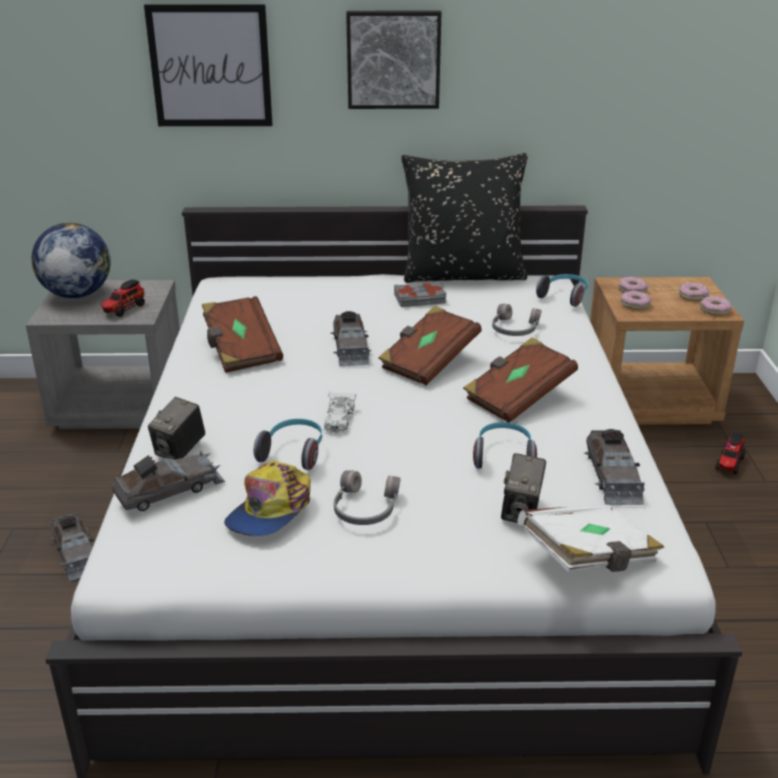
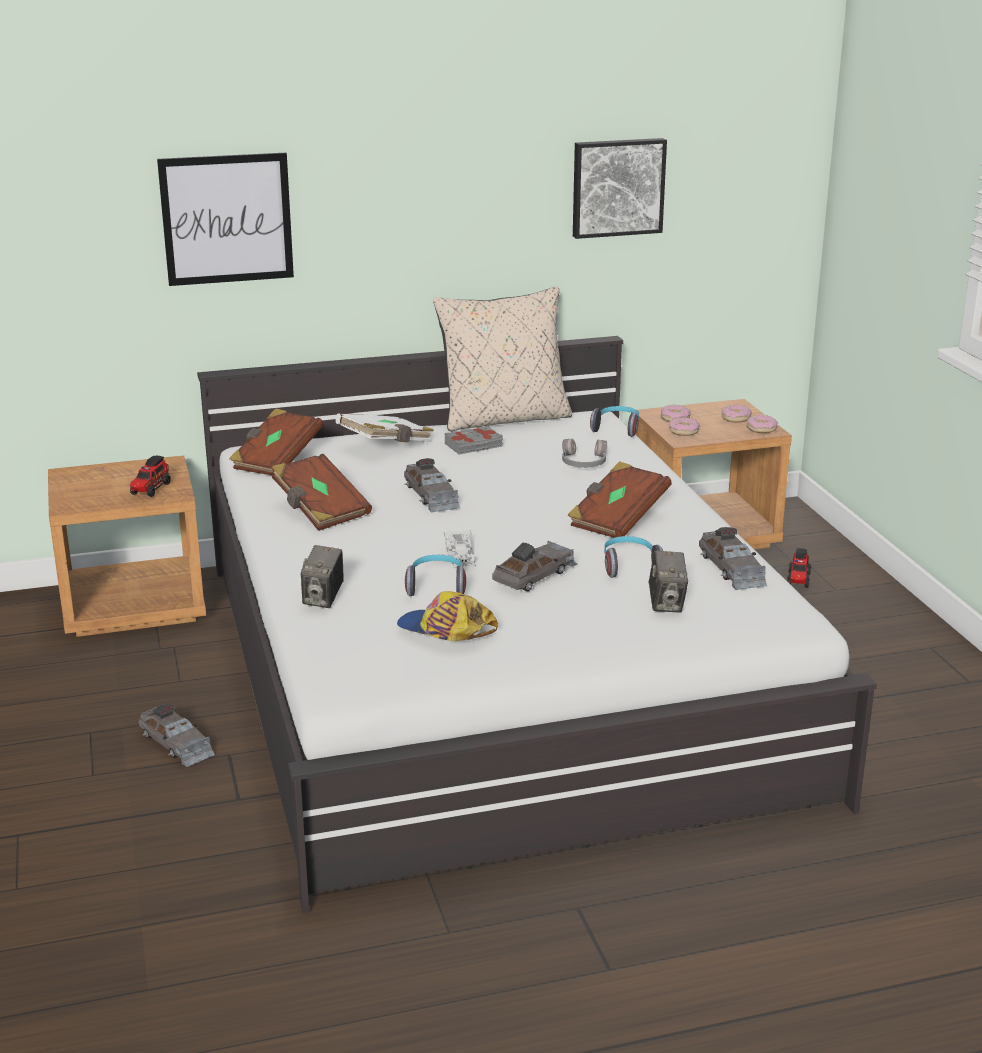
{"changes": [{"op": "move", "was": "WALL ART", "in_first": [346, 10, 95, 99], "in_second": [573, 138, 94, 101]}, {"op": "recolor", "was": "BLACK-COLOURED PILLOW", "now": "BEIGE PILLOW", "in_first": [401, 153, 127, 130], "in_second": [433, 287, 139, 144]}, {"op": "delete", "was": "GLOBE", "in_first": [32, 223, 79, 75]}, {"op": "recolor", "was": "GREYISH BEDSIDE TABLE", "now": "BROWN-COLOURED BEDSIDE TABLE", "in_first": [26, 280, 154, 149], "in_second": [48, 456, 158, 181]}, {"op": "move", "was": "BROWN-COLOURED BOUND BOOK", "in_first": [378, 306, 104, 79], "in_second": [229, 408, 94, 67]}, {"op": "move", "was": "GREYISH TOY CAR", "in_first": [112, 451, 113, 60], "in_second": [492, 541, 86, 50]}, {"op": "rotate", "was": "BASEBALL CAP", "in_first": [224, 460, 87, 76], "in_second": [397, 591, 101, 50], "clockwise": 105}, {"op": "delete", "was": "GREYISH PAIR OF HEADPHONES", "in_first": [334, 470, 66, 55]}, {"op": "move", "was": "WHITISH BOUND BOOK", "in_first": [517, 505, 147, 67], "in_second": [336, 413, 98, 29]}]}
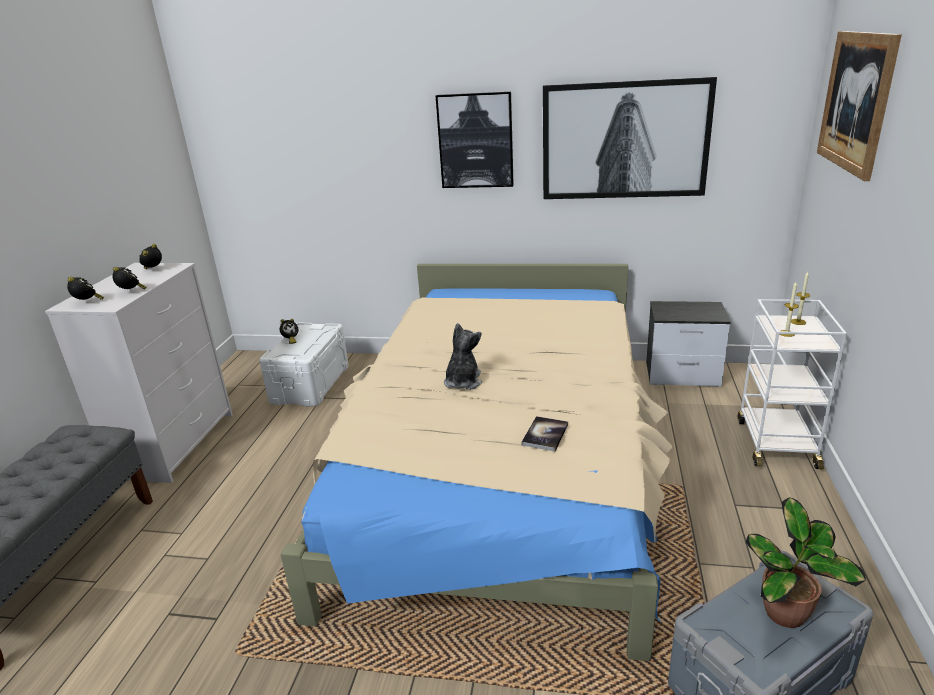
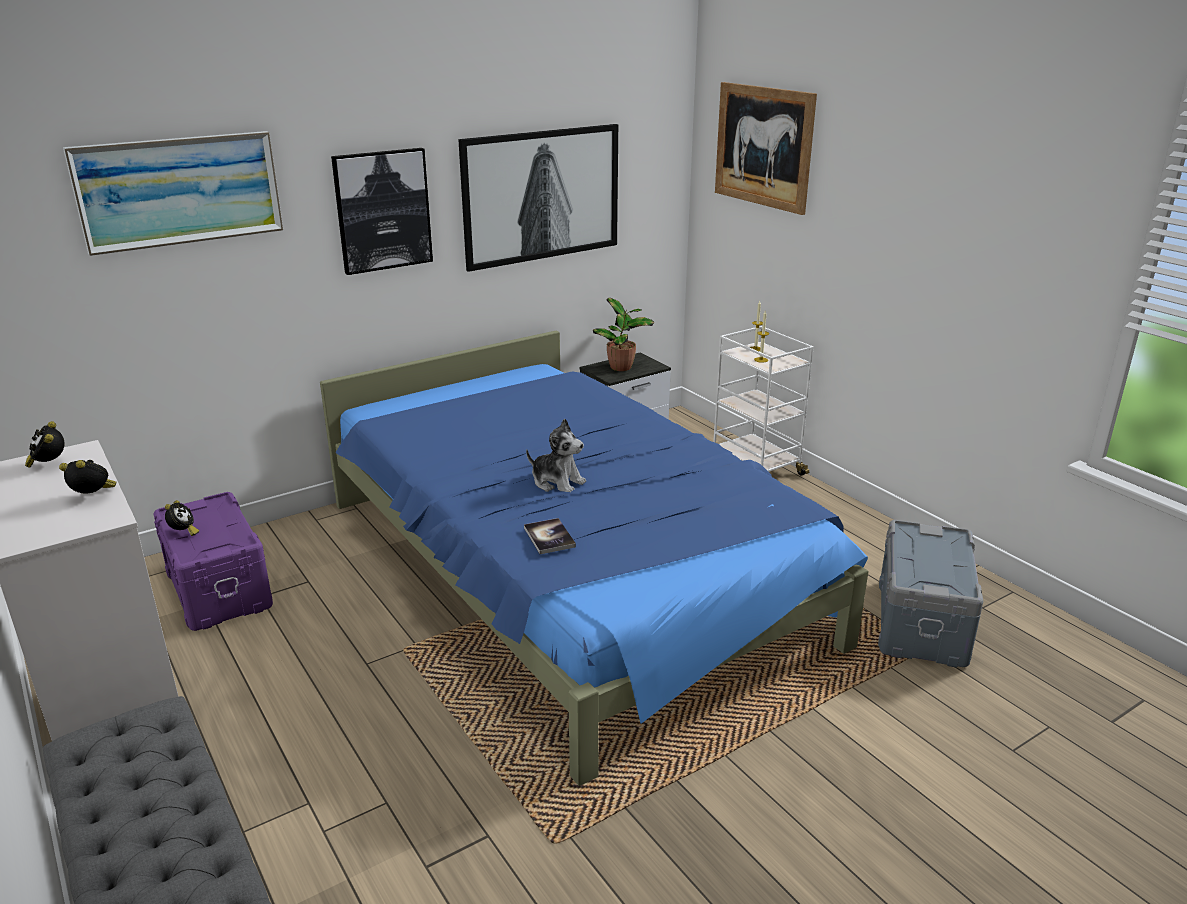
{"changes": [{"op": "recolor", "was": "BEIGE SLEEPING BED", "now": "BLUE SLEEPING BED", "in_first": [280, 264, 393, 397], "in_second": [320, 331, 548, 455]}, {"op": "delete", "was": "ALARM CLOCK", "in_first": [67, 277, 37, 23]}, {"op": "recolor", "was": "WHITISH STORAGE BIN", "now": "PURPLISH STORAGE BIN", "in_first": [259, 323, 90, 84], "in_second": [153, 492, 120, 139]}, {"op": "rotate", "was": "PLUSH TOY", "in_first": [444, 323, 38, 67], "in_second": [526, 419, 60, 73], "clockwise": 150}, {"op": "move", "was": "BOUND BOOK", "in_first": [522, 416, 46, 36], "in_second": [524, 518, 52, 36]}, {"op": "move", "was": "HOUSEPLANT", "in_first": [746, 497, 120, 131], "in_second": [593, 298, 61, 73]}, {"op": "insert", "now": "WALL ART", "in_second": [63, 131, 220, 125]}]}
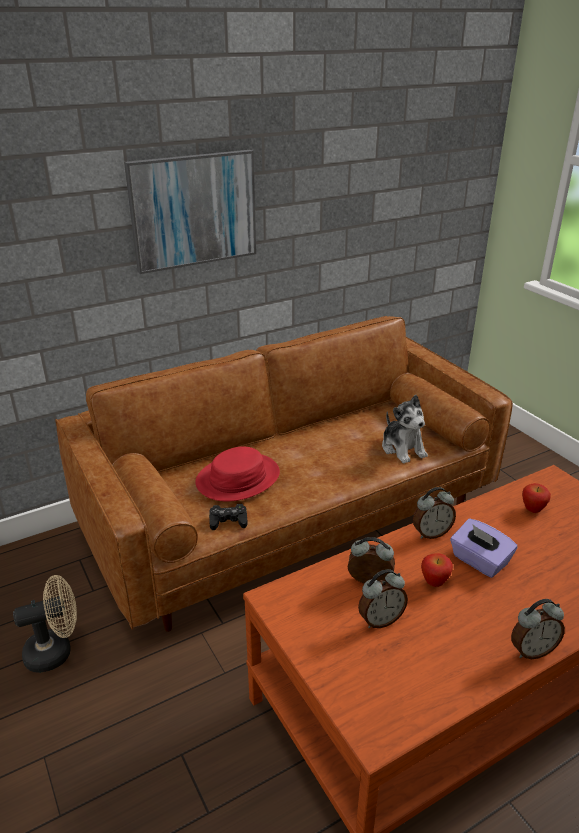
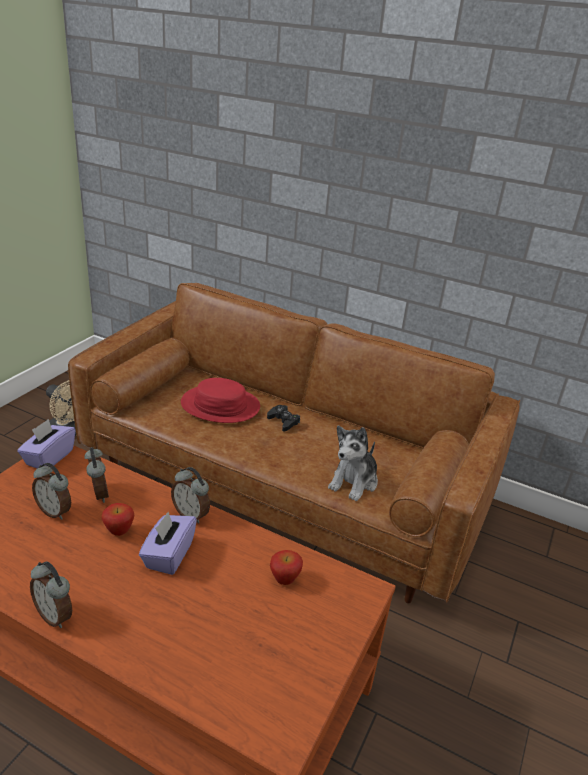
{"changes": [{"op": "delete", "was": "WALL ART", "in_first": [124, 150, 132, 124]}, {"op": "move", "was": "BLACK-COLOURED JOYPAD", "in_first": [209, 504, 39, 26], "in_second": [267, 405, 33, 27]}, {"op": "insert", "now": "PURPLISH TISSUE HOLDER", "in_second": [17, 419, 58, 50]}]}
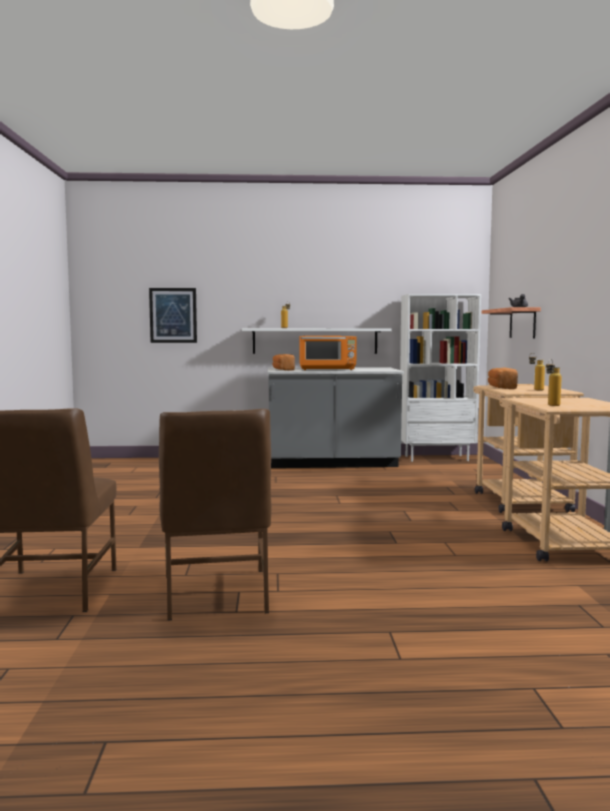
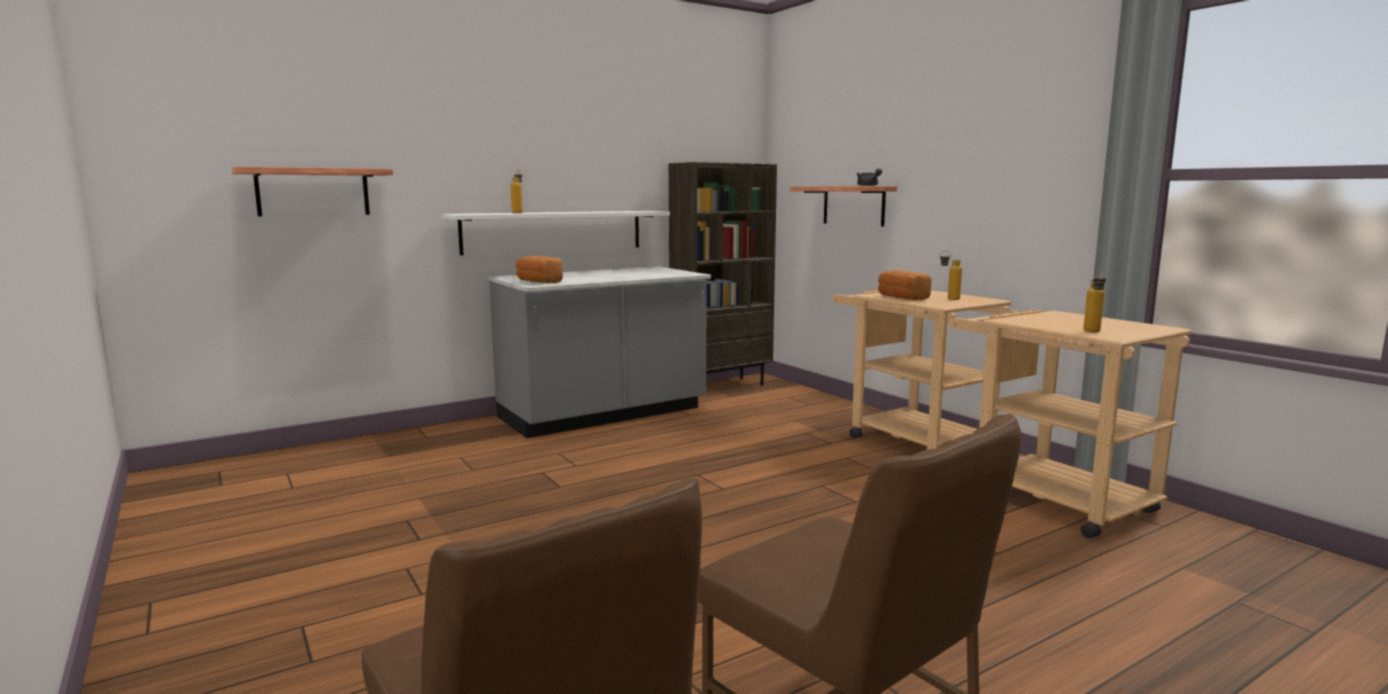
{"changes": [{"op": "replace", "was": "WALL ART", "now": "SHELF", "in_first": [149, 288, 48, 55], "in_second": [232, 167, 161, 50]}, {"op": "recolor", "was": "WHITISH BOOKCASE", "now": "BROWN-COLOURED BOOKCASE", "in_first": [400, 294, 81, 168], "in_second": [669, 162, 108, 234]}, {"op": "delete", "was": "ORANGE MICROWAVE OVEN", "in_first": [299, 336, 58, 34]}]}
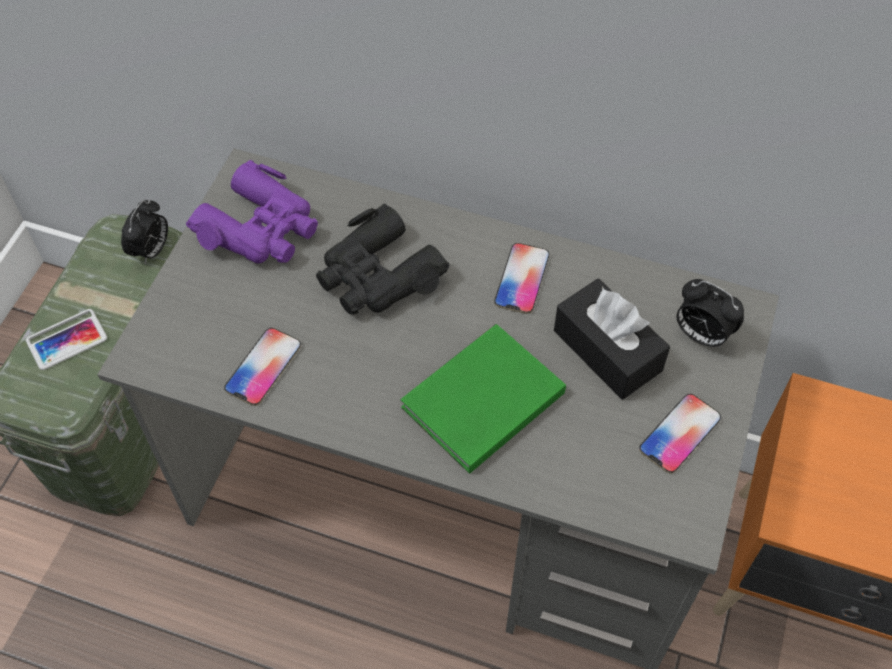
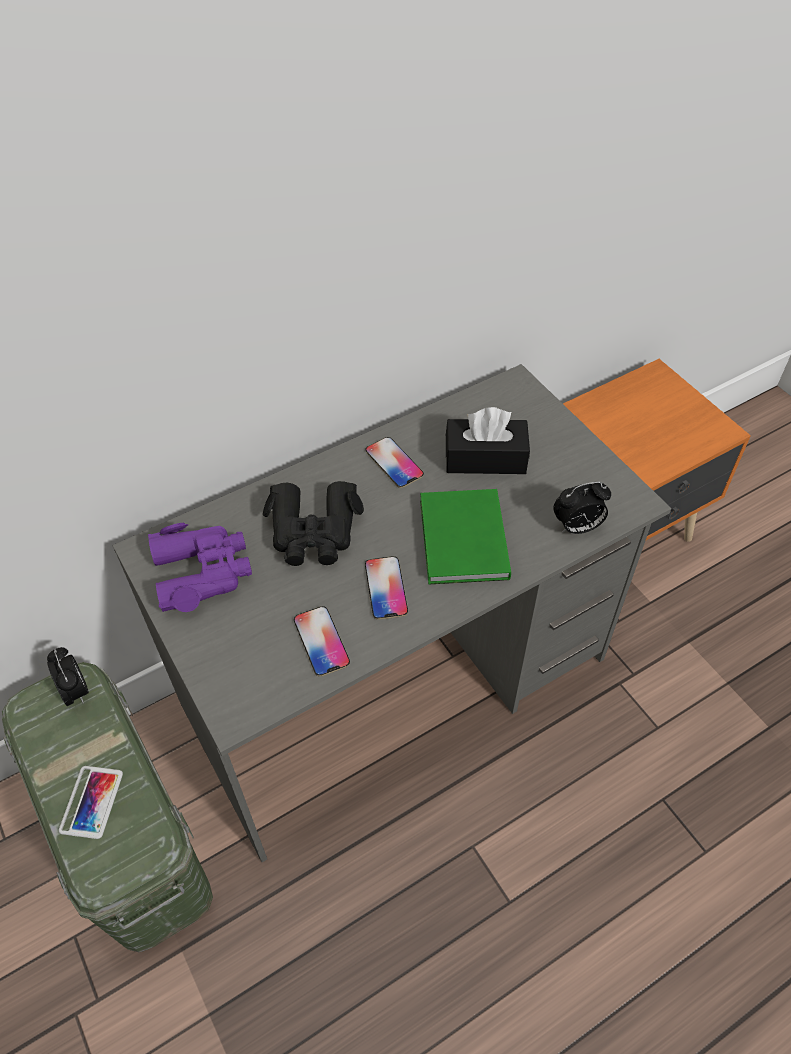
{"changes": [{"op": "move", "was": "ALARM CLOCK", "in_first": [676, 279, 68, 69], "in_second": [553, 482, 58, 52]}, {"op": "move", "was": "PHONE", "in_first": [639, 394, 82, 80], "in_second": [365, 556, 43, 64]}]}
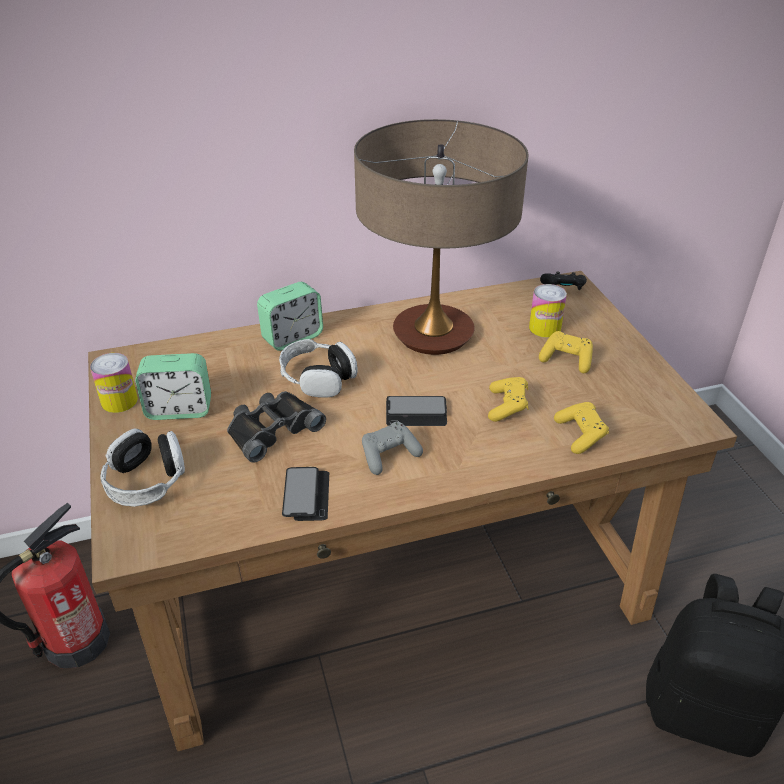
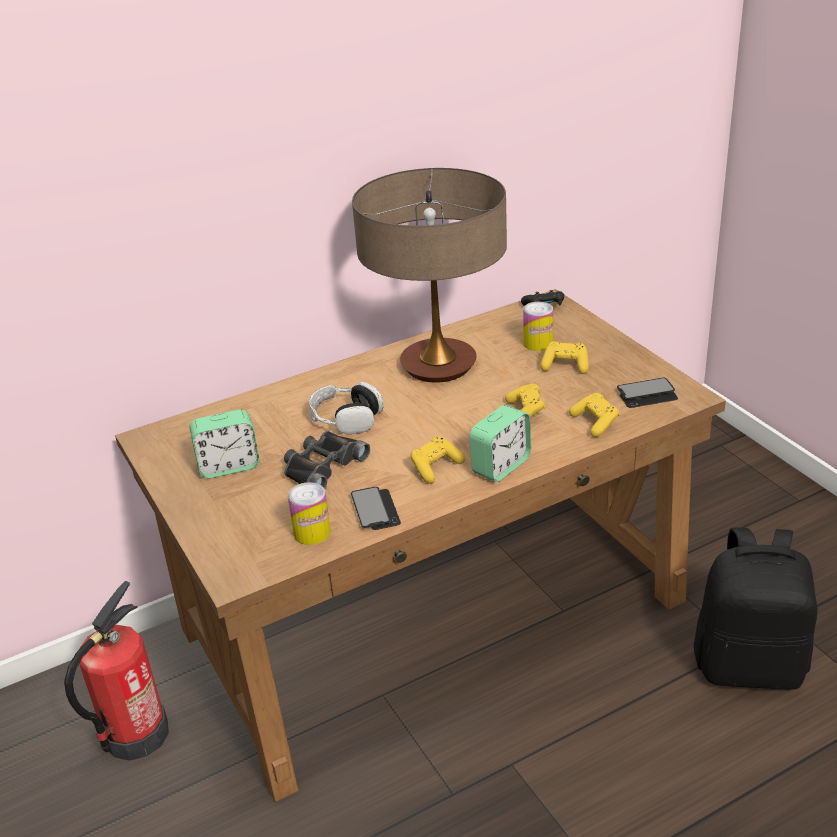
{"changes": [{"op": "move", "was": "ALARM CLOCK", "in_first": [257, 282, 66, 69], "in_second": [469, 405, 62, 77]}, {"op": "move", "was": "SEALED CAN", "in_first": [90, 353, 48, 60], "in_second": [288, 482, 43, 63]}, {"op": "move", "was": "PHONE", "in_first": [386, 396, 61, 30], "in_second": [617, 378, 61, 30]}, {"op": "recolor", "was": "GREYISH JOYPAD", "now": "YELLOW JOYPAD", "in_first": [362, 422, 61, 53], "in_second": [411, 436, 54, 48]}, {"op": "delete", "was": "PAIR OF HEADPHONES", "in_first": [100, 429, 85, 78]}]}
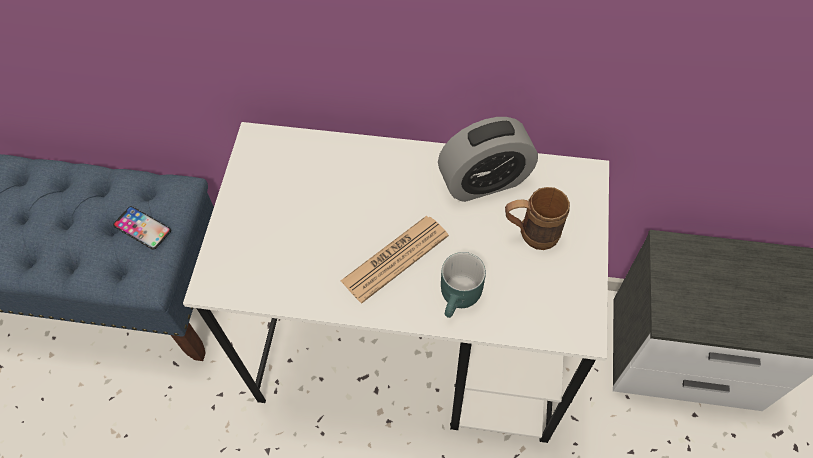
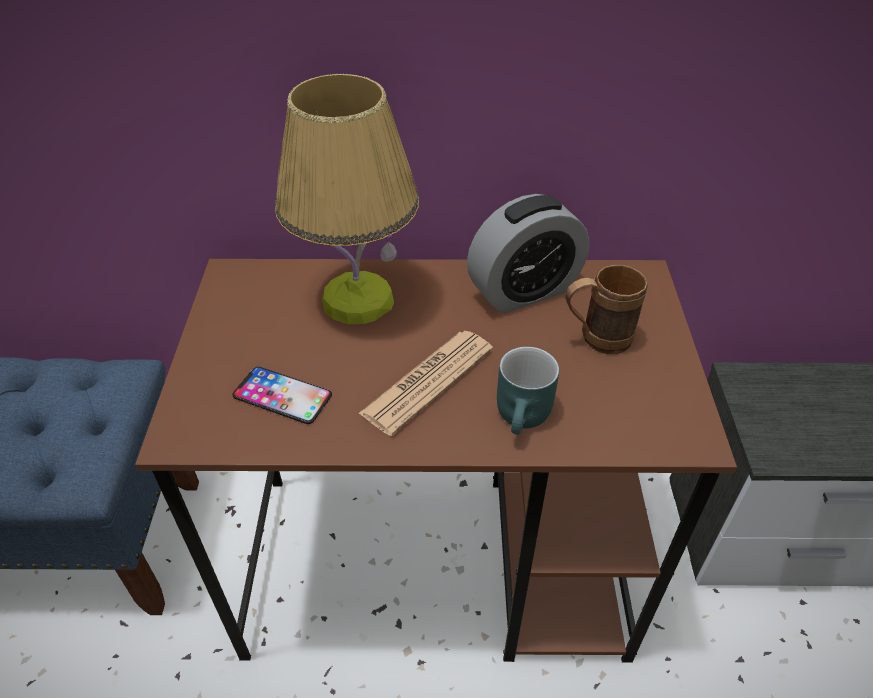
{"changes": [{"op": "recolor", "was": "WHITISH DESK UNIT", "now": "BROWN-COLOURED DESK UNIT", "in_first": [183, 122, 426, 321], "in_second": [135, 259, 602, 404]}, {"op": "move", "was": "PHONE", "in_first": [113, 206, 58, 44], "in_second": [233, 367, 99, 57]}, {"op": "insert", "now": "LAMP FOR A TABLE", "in_second": [275, 73, 144, 251]}]}
